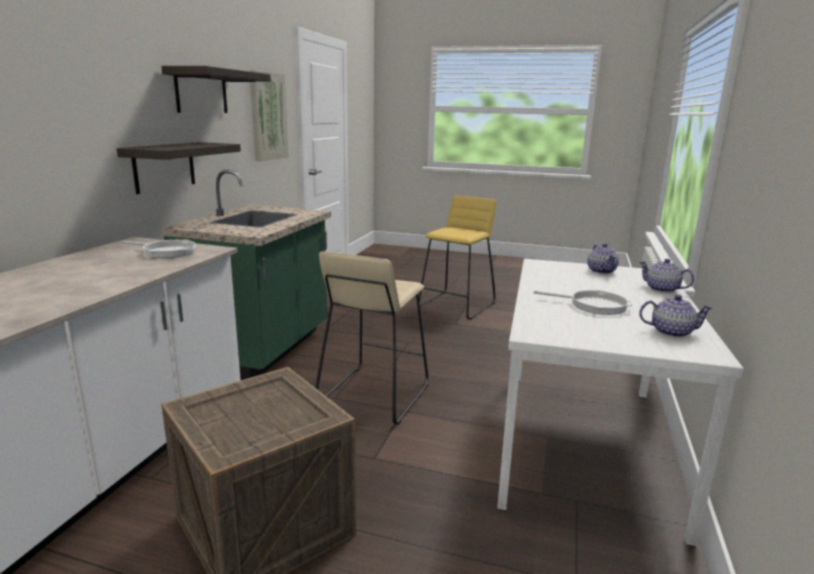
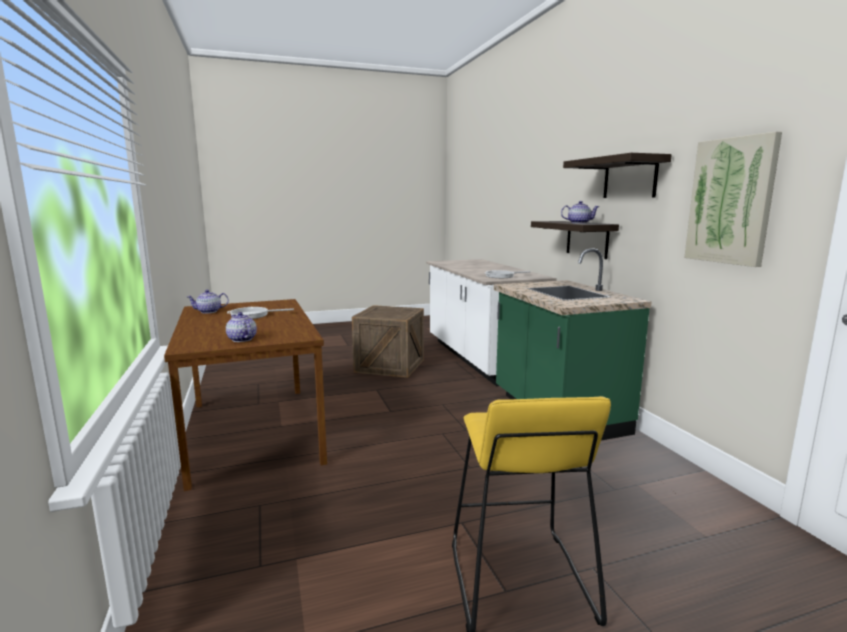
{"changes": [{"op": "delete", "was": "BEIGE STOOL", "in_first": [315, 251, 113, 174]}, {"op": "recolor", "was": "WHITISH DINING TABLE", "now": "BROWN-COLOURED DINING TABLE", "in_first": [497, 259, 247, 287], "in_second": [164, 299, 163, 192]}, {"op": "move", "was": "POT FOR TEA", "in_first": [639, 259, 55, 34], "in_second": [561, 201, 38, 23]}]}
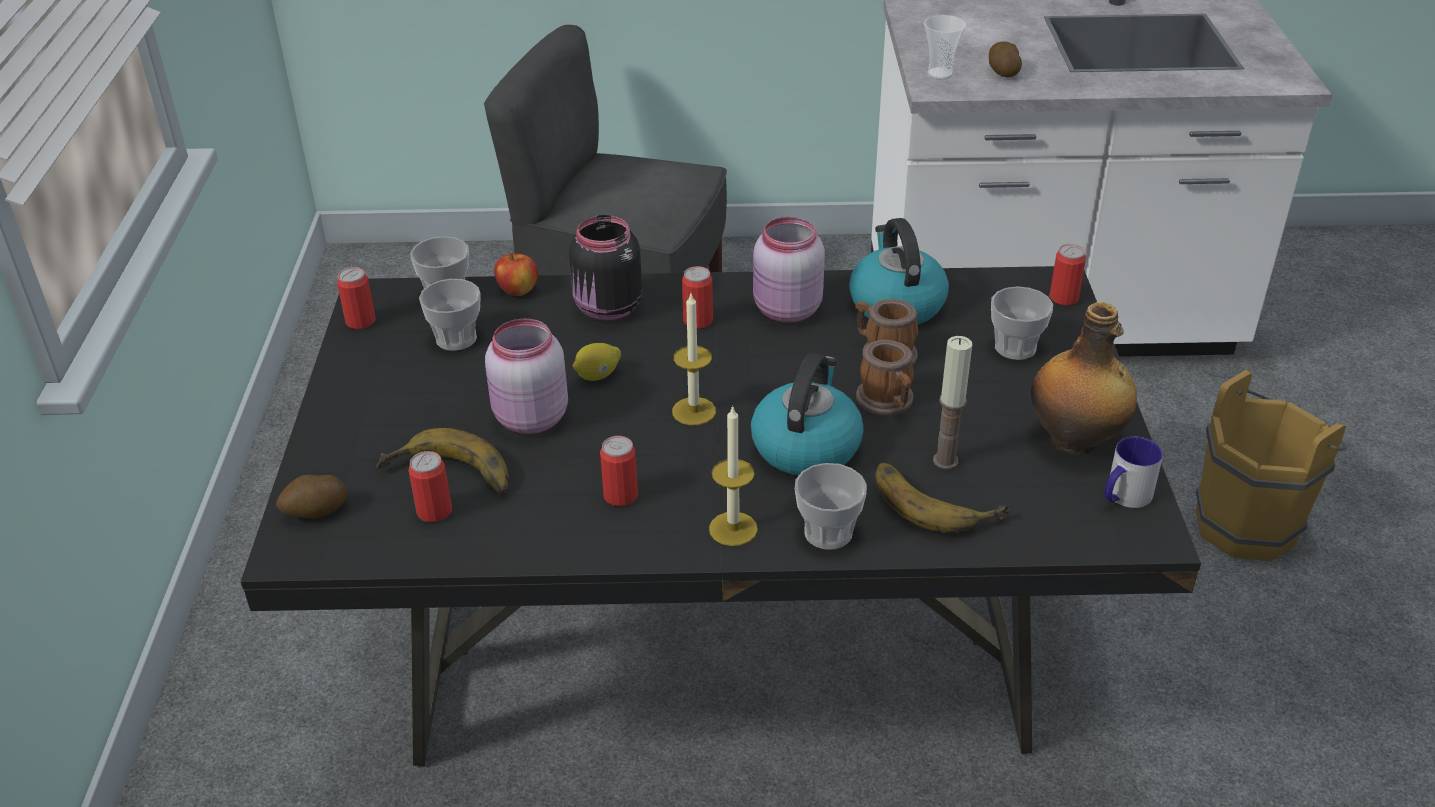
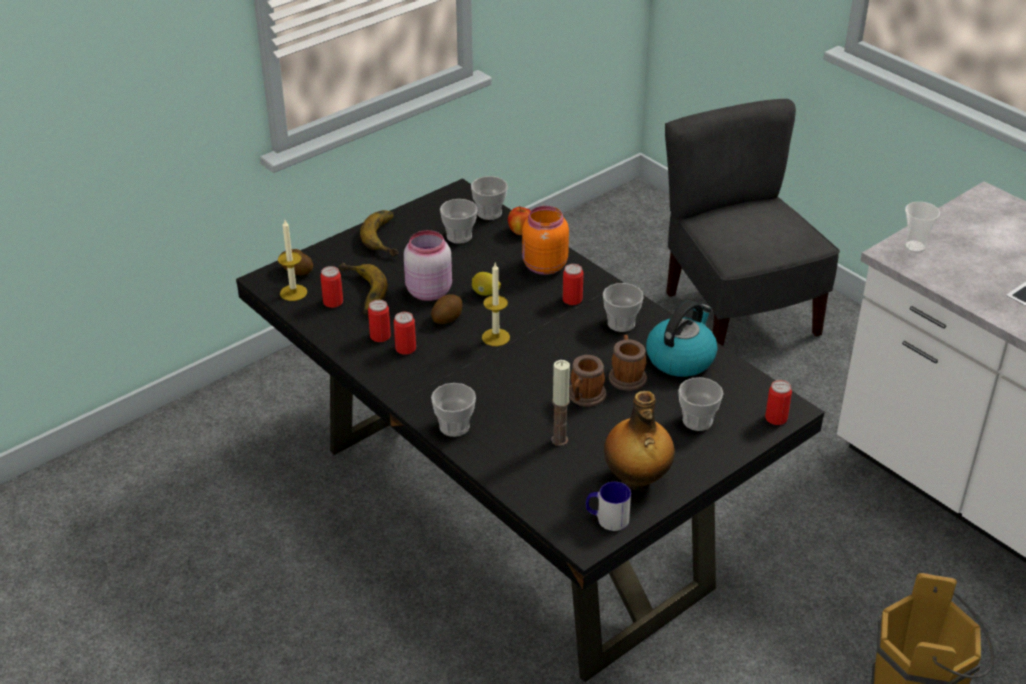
{"changes": [{"op": "move", "was": "POTATO", "in_first": [989, 41, 33, 37], "in_second": [431, 294, 31, 30]}, {"op": "recolor", "was": "BLACK-COLOURED STORAGE JAR", "now": "ORANGE STORAGE JAR", "in_first": [569, 215, 73, 105], "in_second": [522, 206, 47, 69]}, {"op": "replace", "was": "PINK STORAGE JAR", "now": "DRINKING CUP", "in_first": [753, 217, 72, 106], "in_second": [603, 283, 41, 49]}, {"op": "move", "was": "SEALED CAN", "in_first": [337, 267, 38, 62], "in_second": [368, 300, 23, 42]}, {"op": "delete", "was": "KETTLE", "in_first": [751, 353, 113, 122]}, {"op": "move", "was": "WAX CANDLE", "in_first": [709, 405, 49, 141], "in_second": [278, 220, 29, 81]}, {"op": "move", "was": "WHOLE BANANA", "in_first": [875, 463, 135, 70], "in_second": [360, 210, 39, 46]}]}
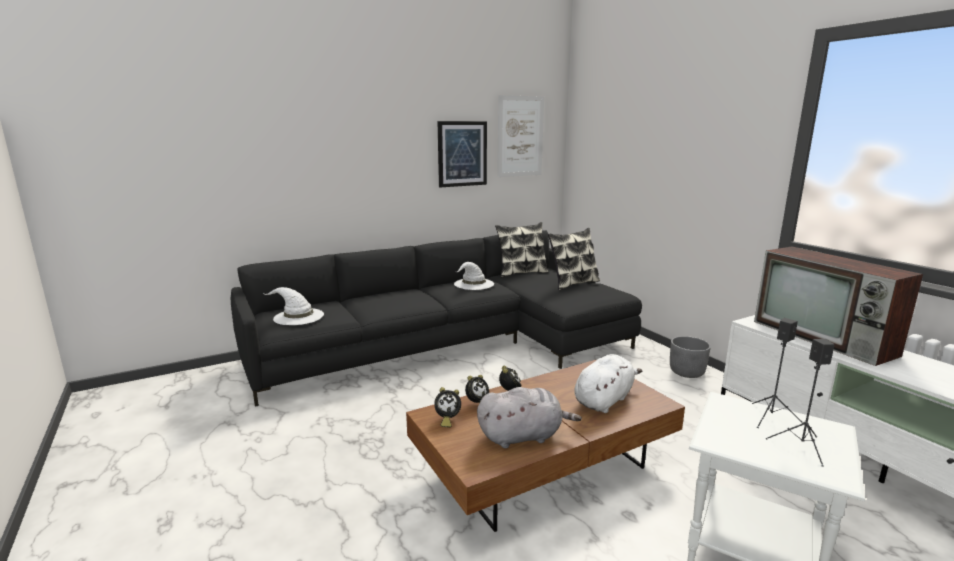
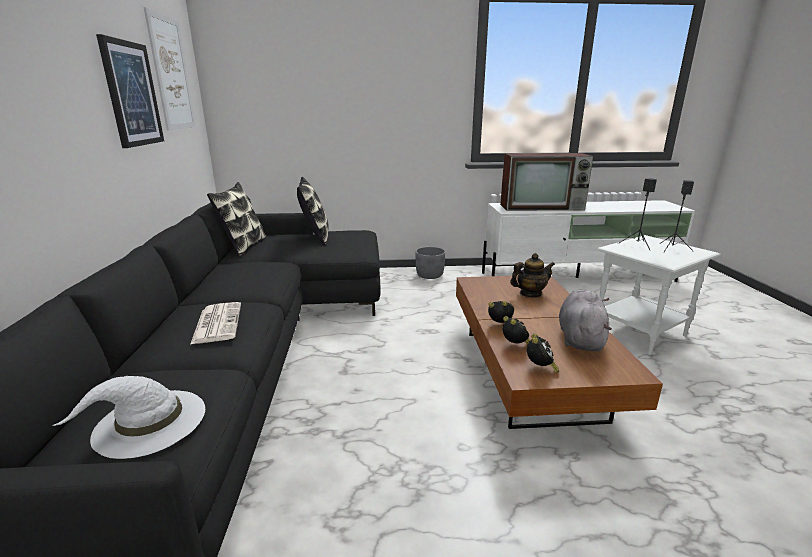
{"changes": [{"op": "delete", "was": "WHITISH CLOTHING HAT", "in_first": [454, 262, 40, 28]}, {"op": "replace", "was": "WHITISH PLUSH TOY", "now": "POT FOR TEA", "in_first": [575, 354, 67, 59], "in_second": [510, 253, 45, 44]}, {"op": "insert", "now": "PRINTED PAPER", "in_second": [190, 302, 51, 43]}]}
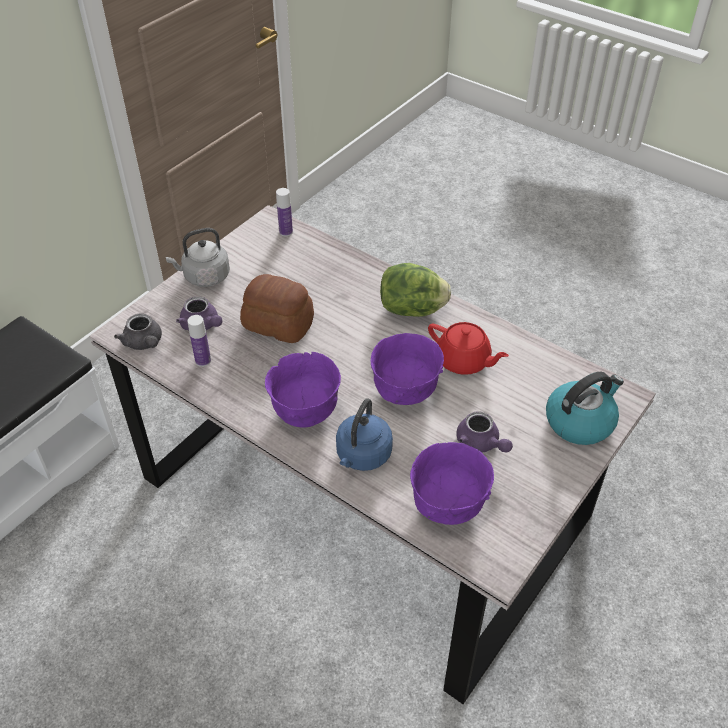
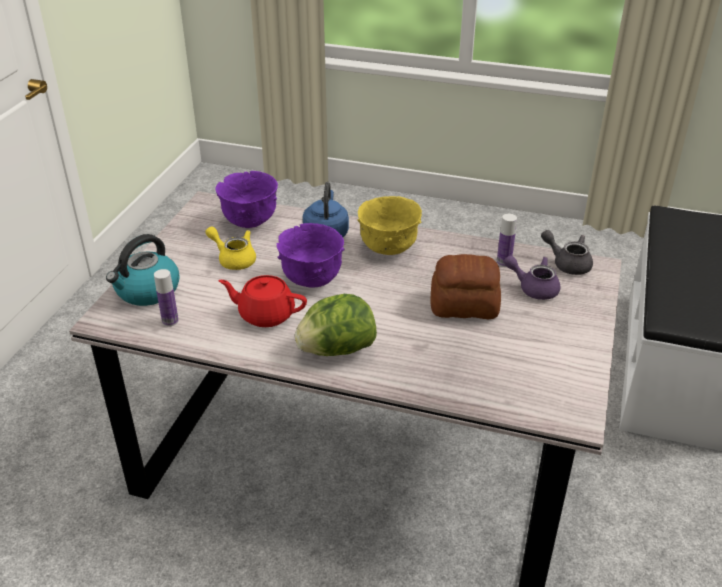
{"changes": [{"op": "move", "was": "BOTTLE", "in_first": [276, 188, 17, 48], "in_second": [154, 269, 25, 58]}, {"op": "delete", "was": "GREYISH KETTLE", "in_first": [166, 228, 64, 59]}, {"op": "recolor", "was": "PURPLISH DEEP DISH", "now": "YELLOW DEEP DISH", "in_first": [265, 352, 76, 75], "in_second": [357, 196, 65, 59]}, {"op": "recolor", "was": "PURPLISH POT FOR TEA", "now": "YELLOW POT FOR TEA", "in_first": [456, 412, 57, 41], "in_second": [205, 226, 51, 44]}]}
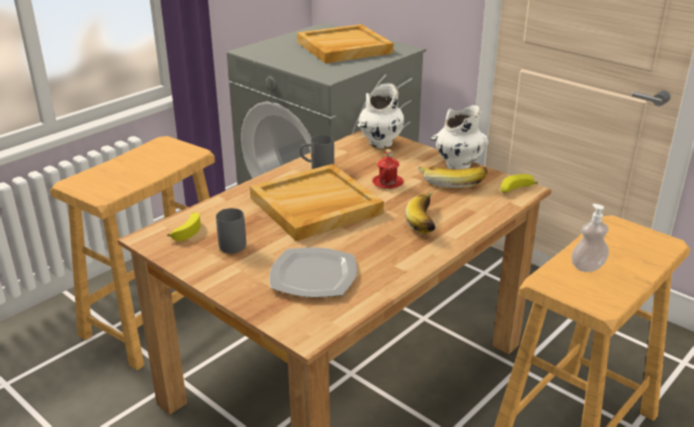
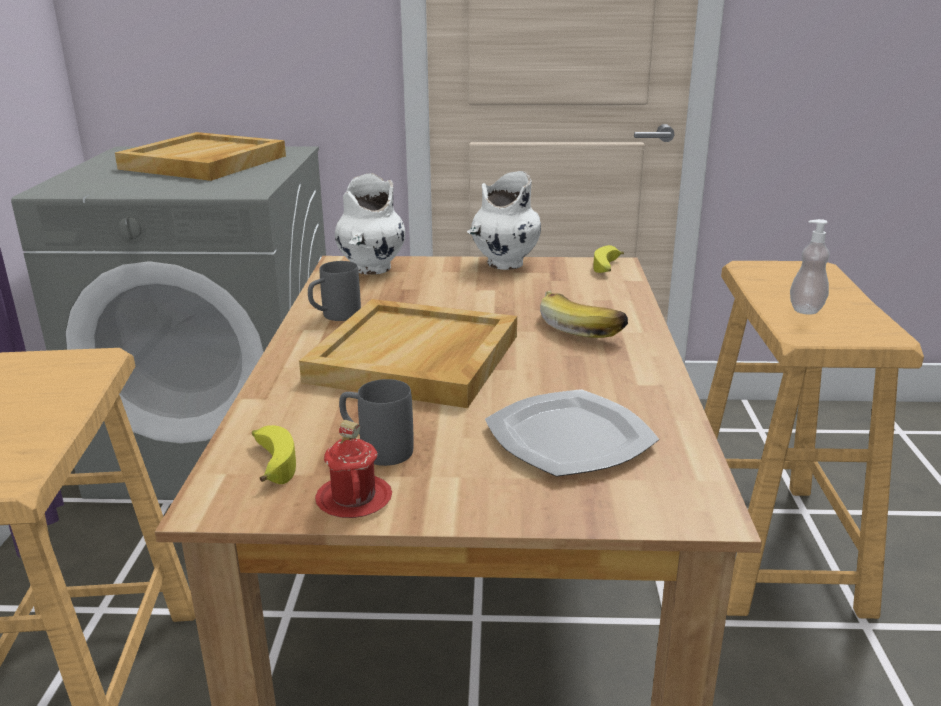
{"changes": [{"op": "move", "was": "RED TEA MUG", "in_first": [372, 149, 32, 40], "in_second": [315, 420, 77, 98]}, {"op": "delete", "was": "WHOLE BANANA", "in_first": [417, 166, 71, 22]}]}
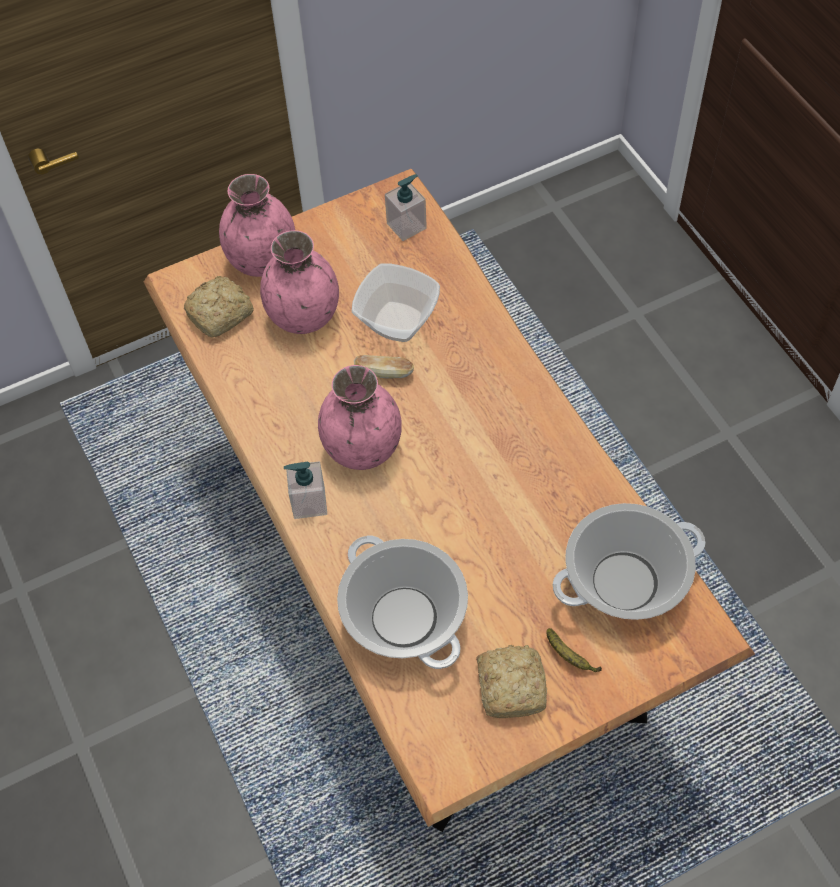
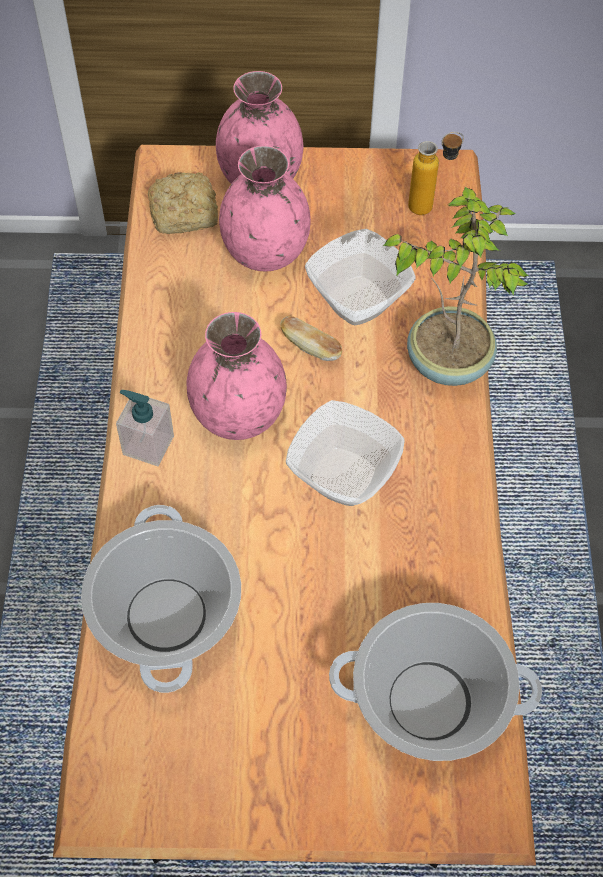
{"changes": [{"op": "replace", "was": "SOAP BOTTLE", "now": "BOTTLE", "in_first": [385, 174, 42, 67], "in_second": [408, 132, 56, 83]}, {"op": "delete", "was": "WHOLE BANANA", "in_first": [547, 628, 55, 44]}, {"op": "delete", "was": "BREAD", "in_first": [476, 645, 71, 73]}, {"op": "insert", "now": "HOUSEPLANT", "in_second": [383, 187, 145, 199]}, {"op": "insert", "now": "DEEP DISH", "in_second": [286, 400, 119, 106]}]}
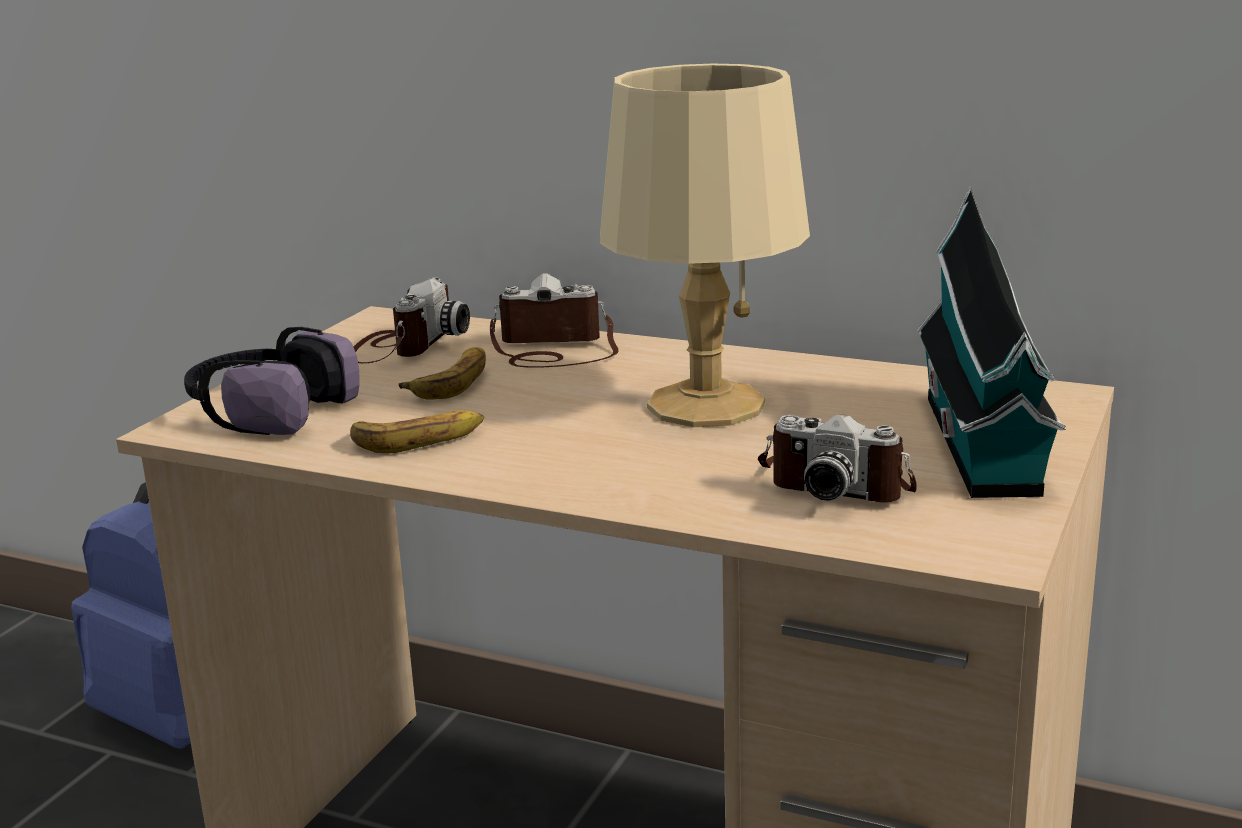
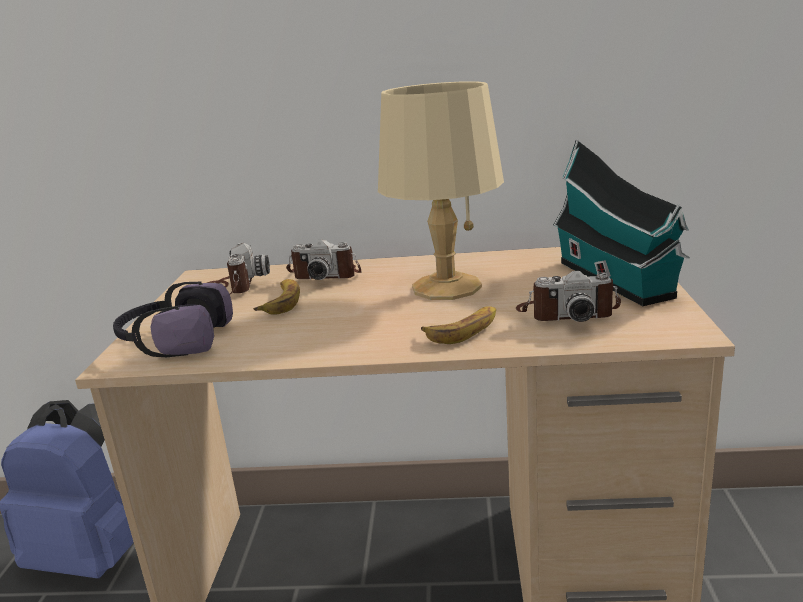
{"changes": [{"op": "rotate", "was": "STILL CAMERA", "in_first": [490, 273, 129, 95], "in_second": [286, 240, 75, 40], "clockwise": -150}, {"op": "move", "was": "WHOLE BANANA", "in_first": [350, 410, 134, 43], "in_second": [421, 306, 75, 38]}]}
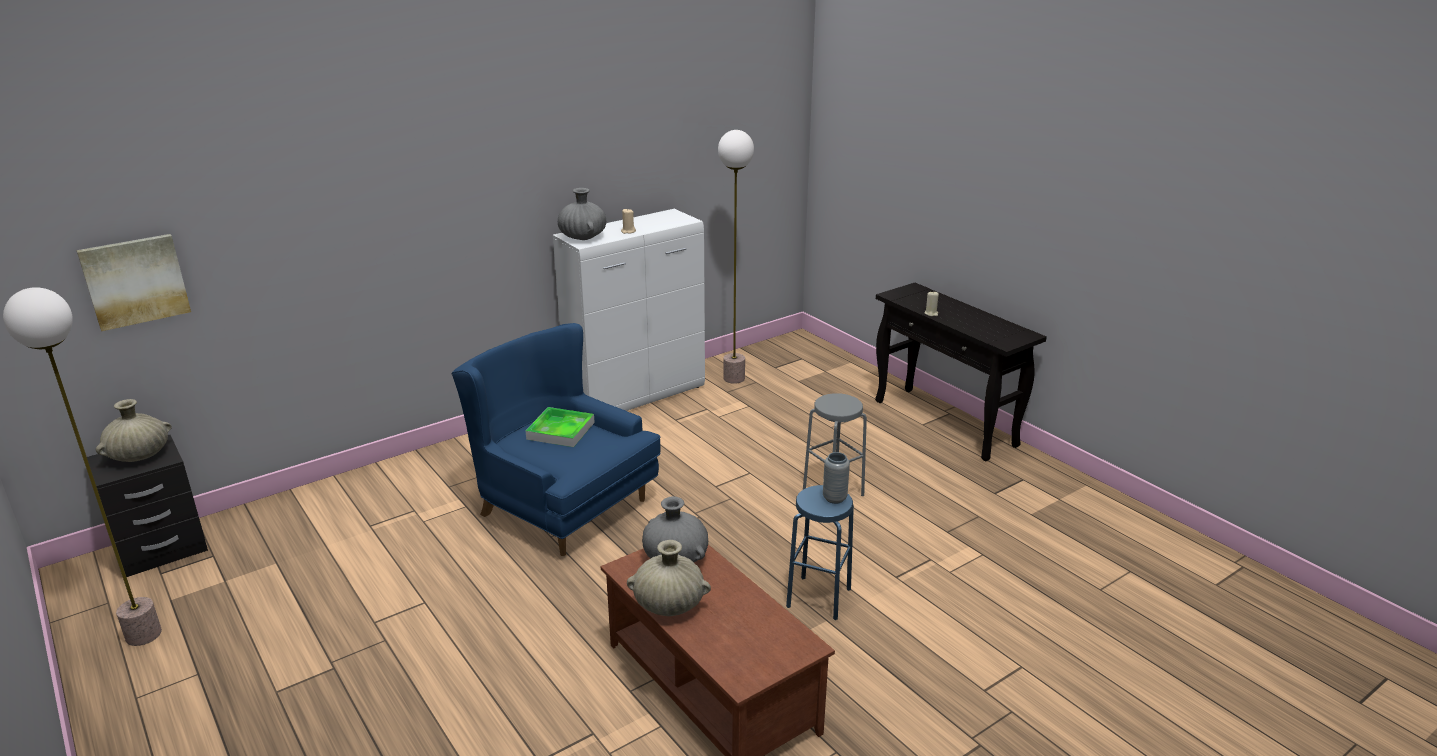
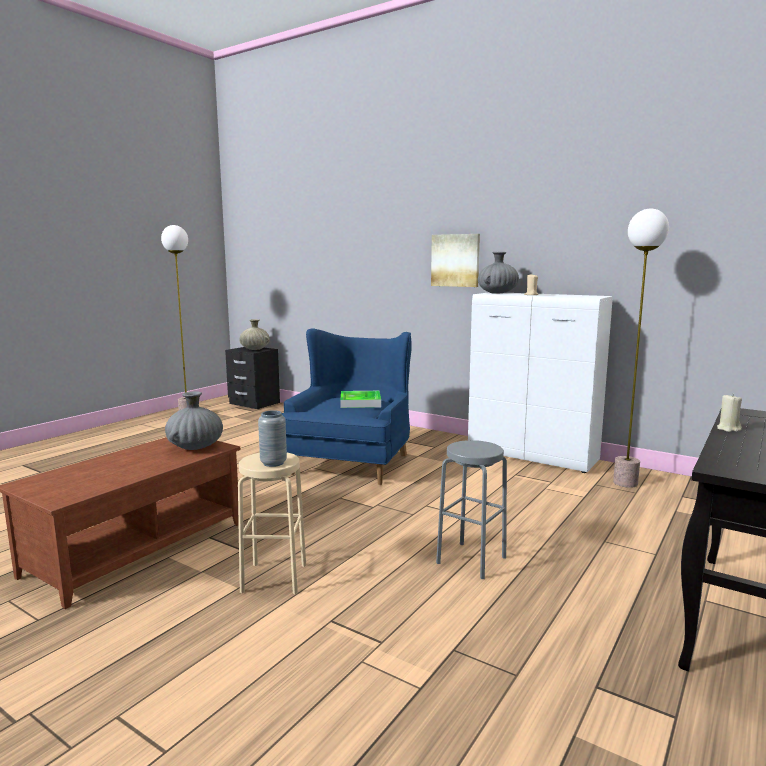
{"changes": [{"op": "move", "was": "WALL ART", "in_first": [77, 234, 114, 97], "in_second": [431, 234, 49, 53]}, {"op": "recolor", "was": "BLUE STOOL", "now": "BEIGE STOOL", "in_first": [786, 485, 68, 135], "in_second": [238, 453, 68, 142]}, {"op": "delete", "was": "BEIGE FLOWER VASE", "in_first": [627, 540, 84, 76]}]}
